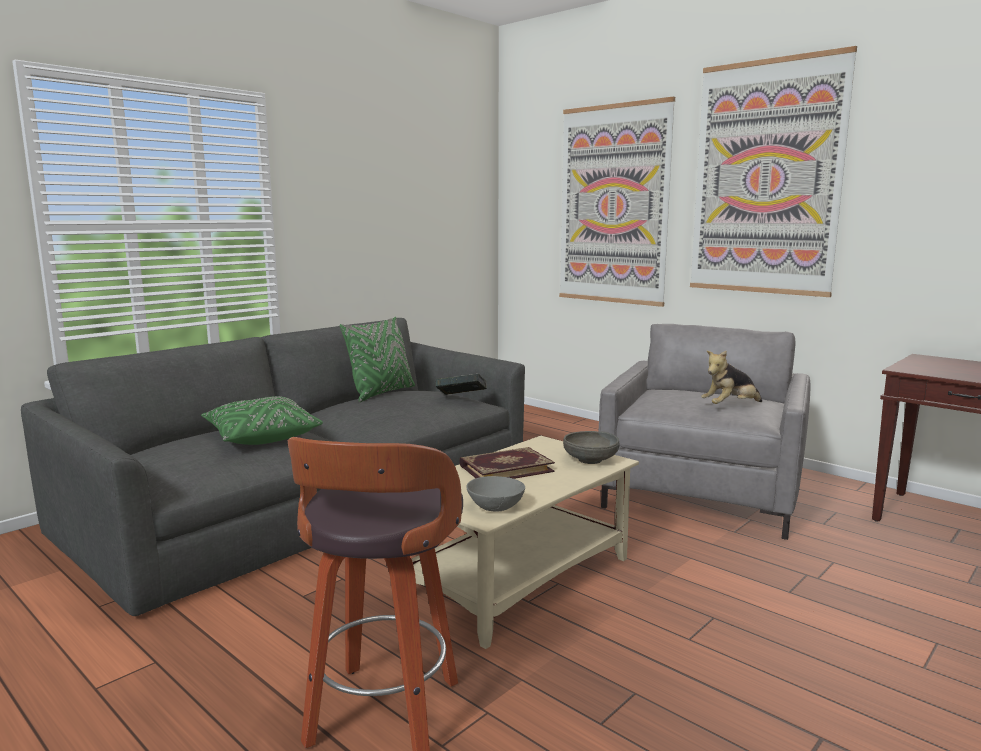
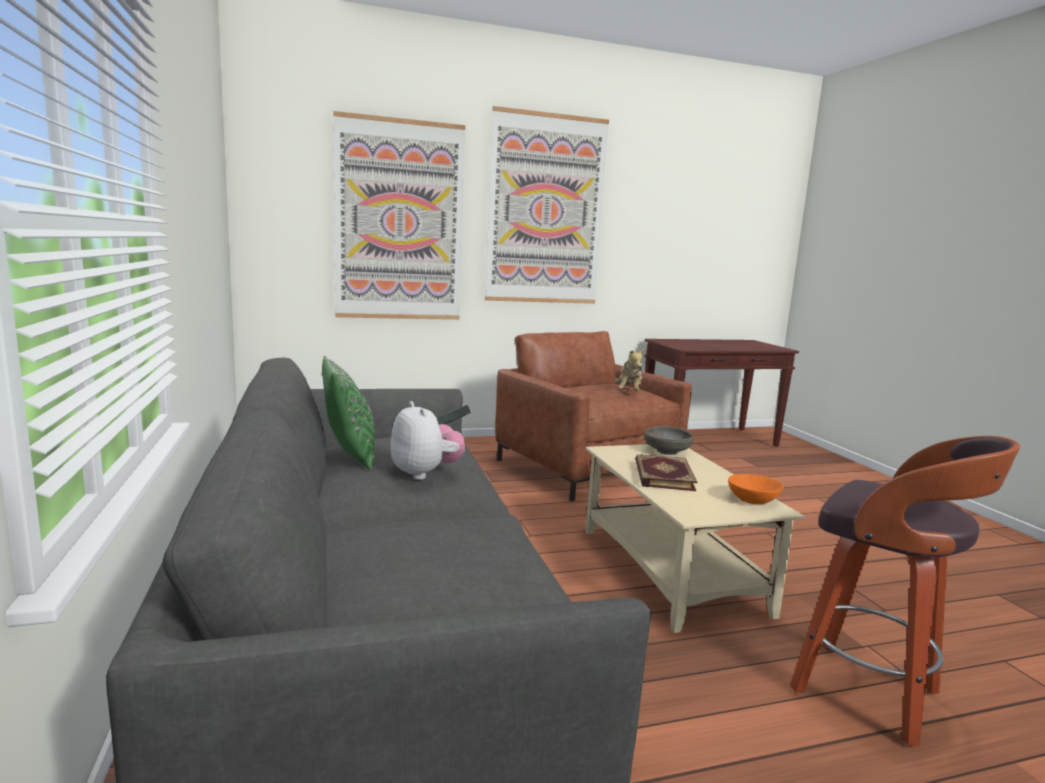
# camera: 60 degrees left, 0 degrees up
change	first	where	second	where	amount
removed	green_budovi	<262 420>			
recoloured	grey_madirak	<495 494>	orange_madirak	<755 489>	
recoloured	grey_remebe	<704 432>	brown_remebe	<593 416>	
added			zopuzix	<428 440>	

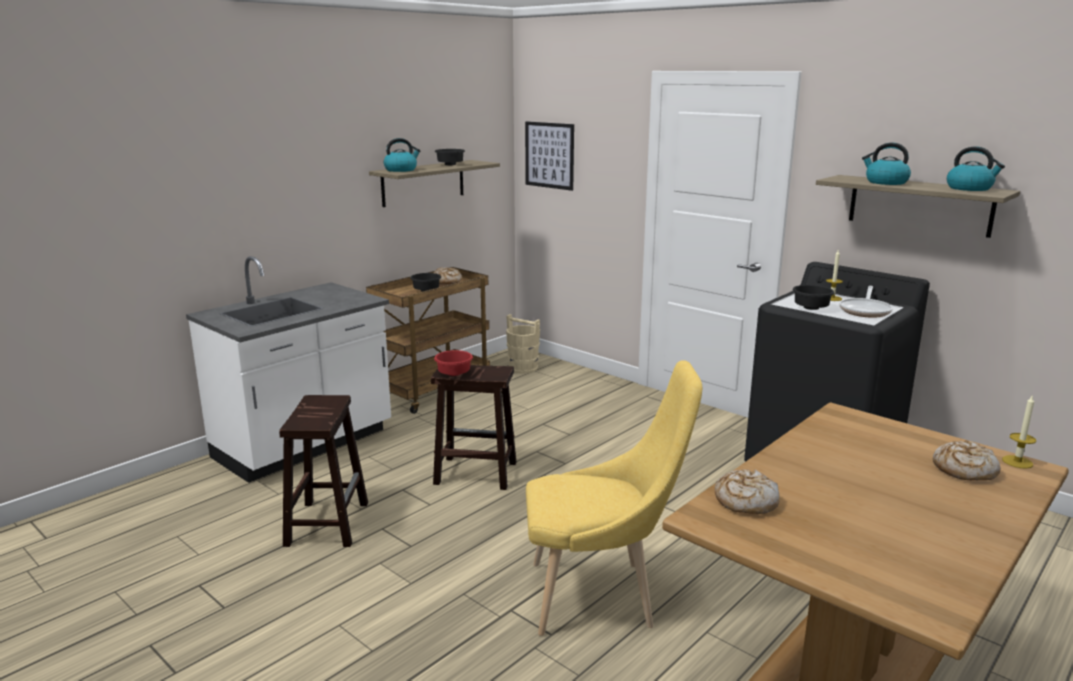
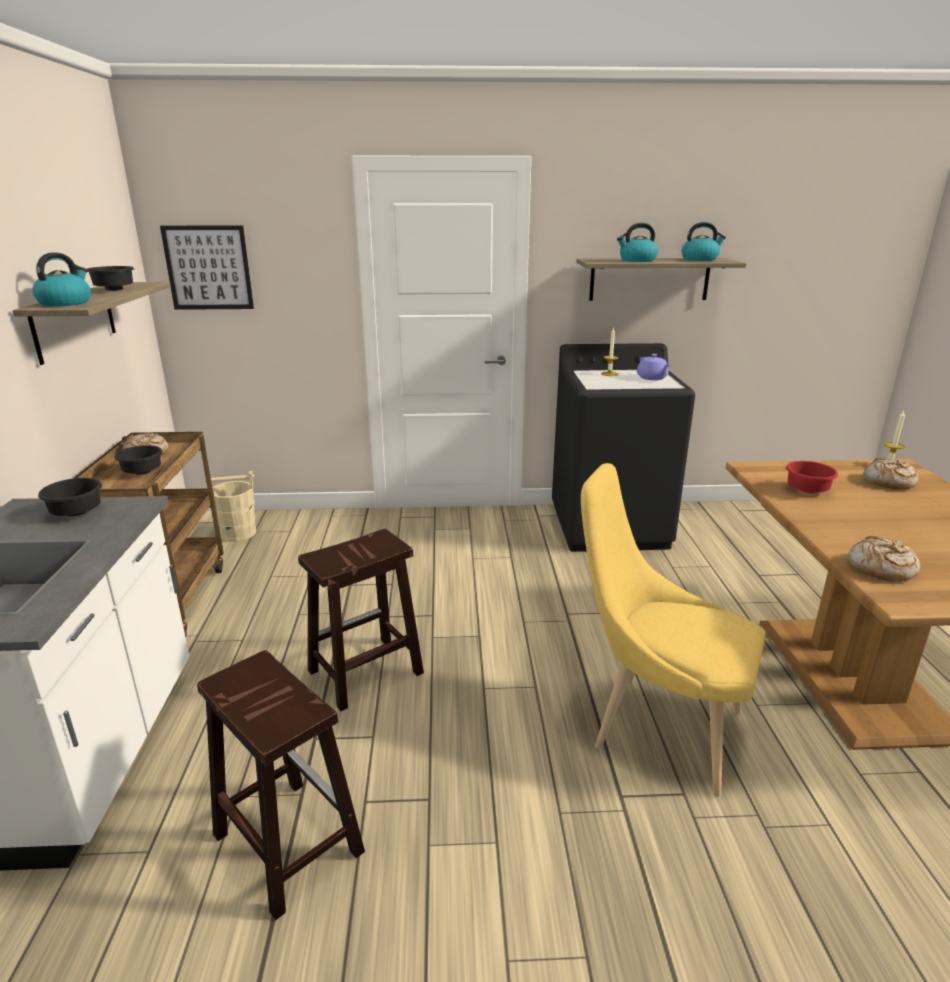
# camera: 45 degrees left, 5 degrees up
change	first	where	second	where	amount
moved	red_madirak	<453 363>		<812 477>	
turned	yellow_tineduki	<614 498>		<673 630>	105 degrees counterclockwise
moved	black_madirak	<813 297>		<70 497>	
replaced	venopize	<866 302>	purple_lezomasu	<653 367>	

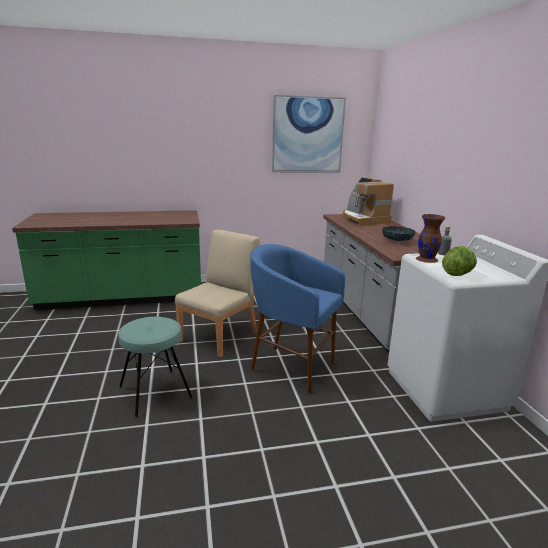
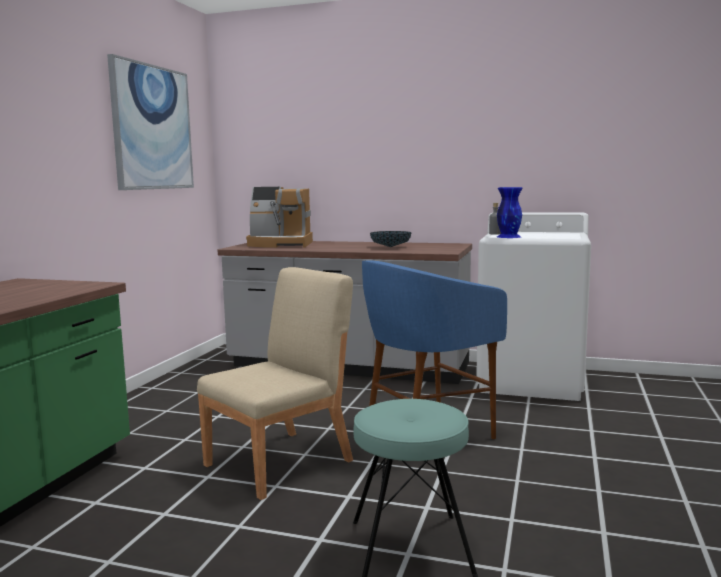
# camera: 60 degrees left, 10 degrees down
change	first	where	second	where	amount
turned	beige_tineduki	<217 293>		<275 383>	75 degrees clockwise
recoloured	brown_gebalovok	<430 238>	blue_gebalovok	<509 212>	
removed	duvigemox	<459 261>			

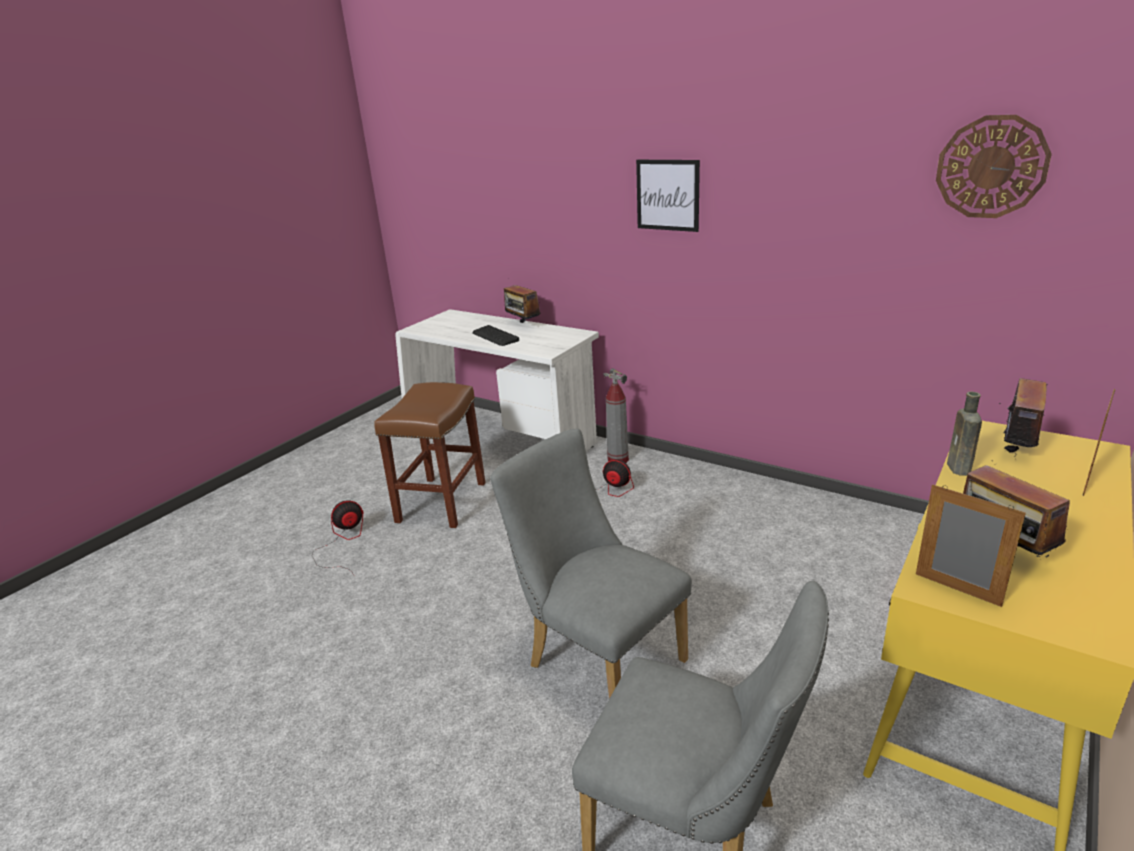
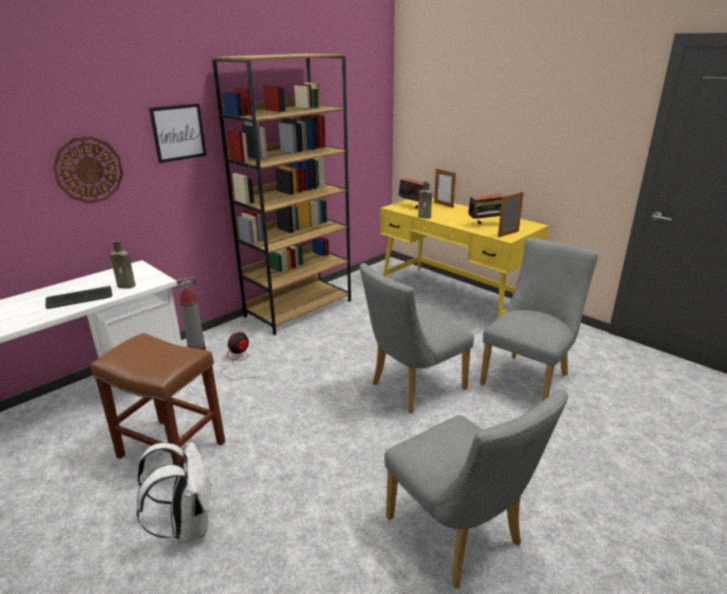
# camera: 80 degrees left, 0 degrees up
change	first	where	second	where	amount
replaced	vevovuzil	<337 537>	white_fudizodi	<174 493>	
removed	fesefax	<522 300>			
moved	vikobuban	<994 166>		<88 170>	
added			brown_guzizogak	<123 263>	
added			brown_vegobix	<281 194>	
added			grey_tineduki	<476 489>	

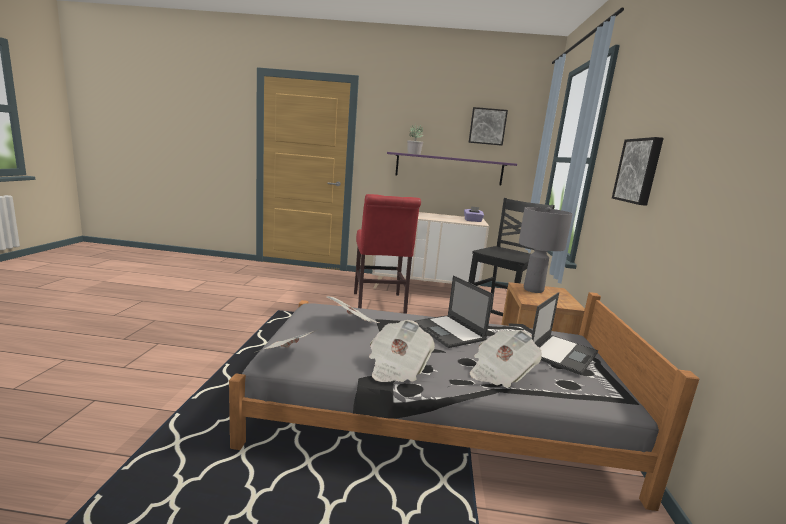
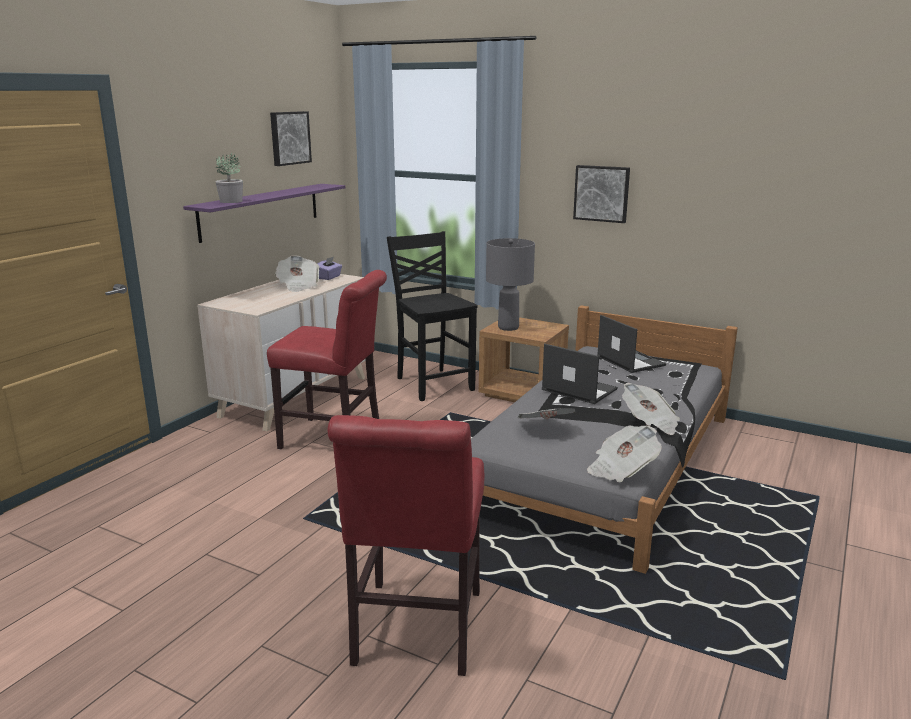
# camera: 65 degrees left, 5 degrees up
change	first	where	second	where	amount
turned	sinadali	<454 311>		<580 373>	135 degrees counterclockwise
moved	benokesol	<506 359>		<297 273>	
added			red_tineduki	<406 545>	

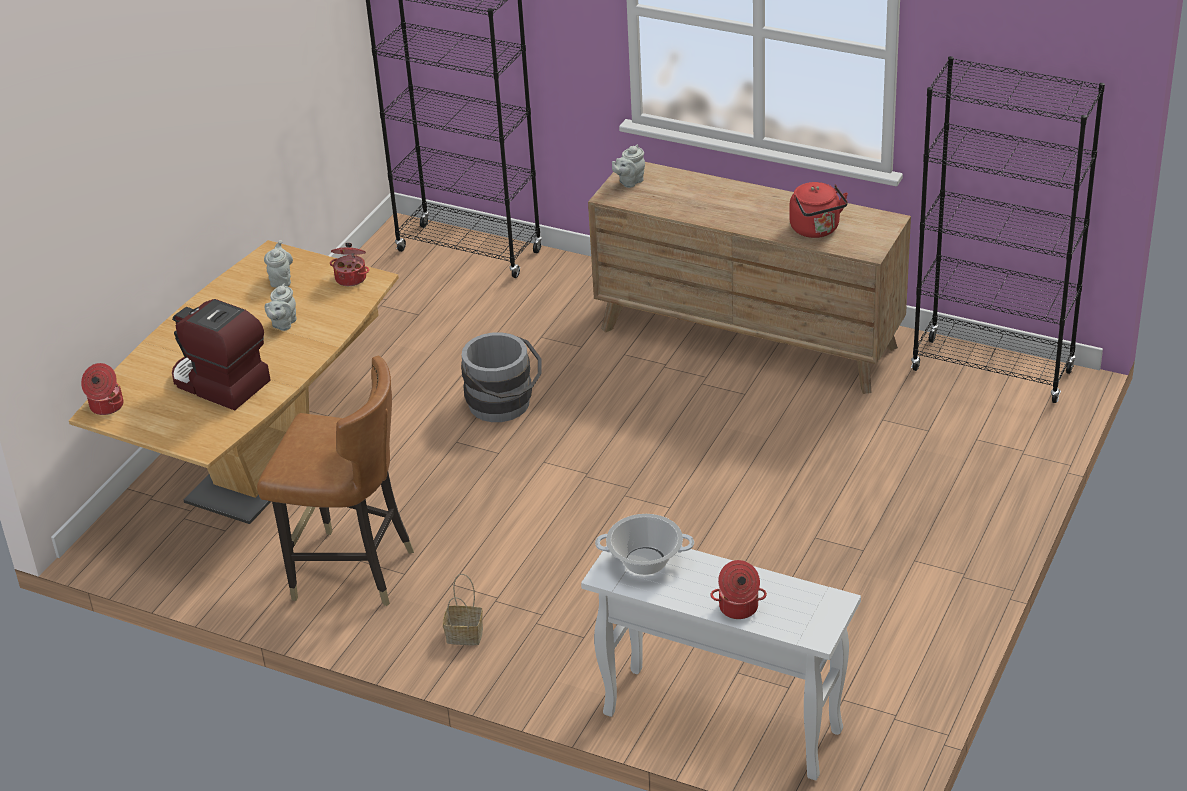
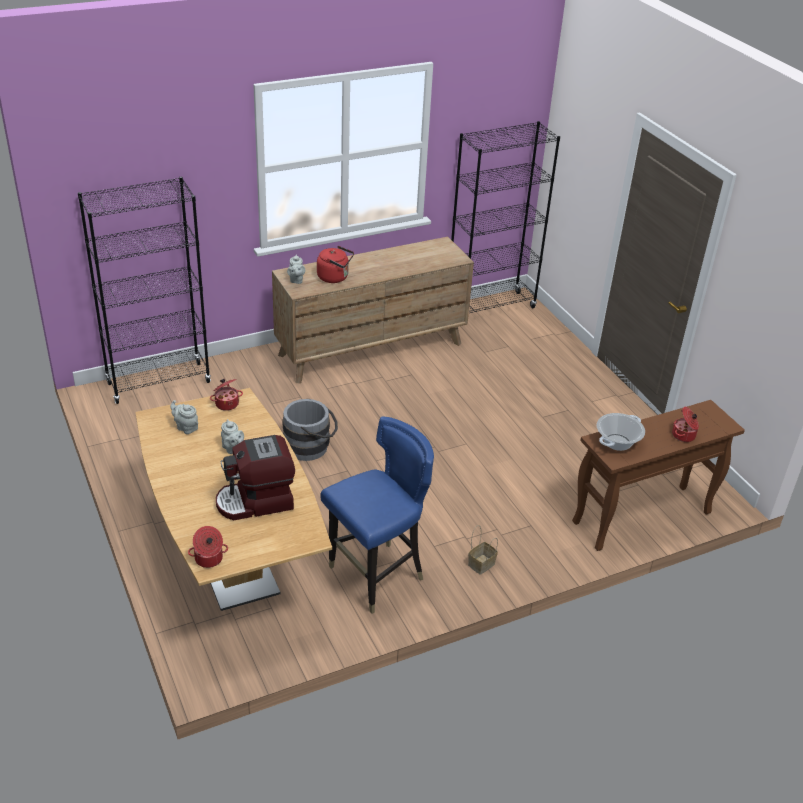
# camera: 55 degrees left, 0 degrees up
change	first	where	second	where	amount
recoloured	brown_tineduki	<335 481>	blue_tineduki	<377 515>	
recoloured	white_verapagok	<721 662>	brown_verapagok	<658 475>	
moved	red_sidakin	<818 210>		<335 264>	

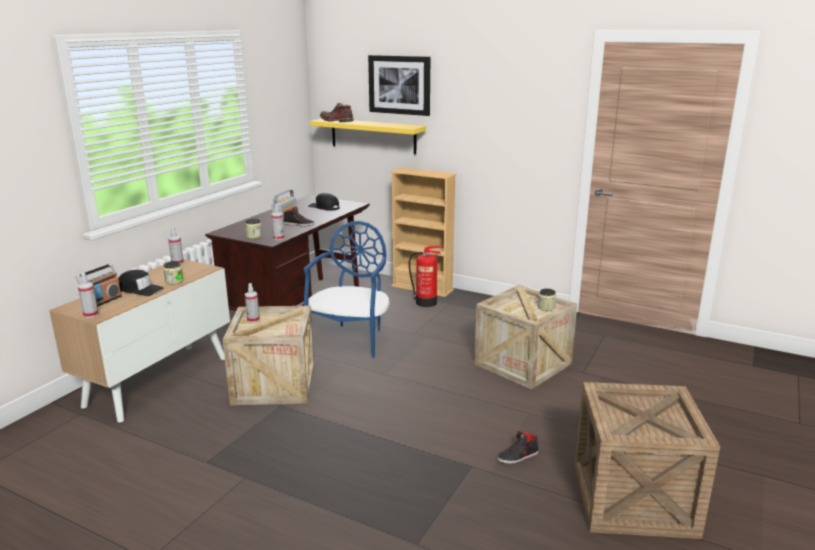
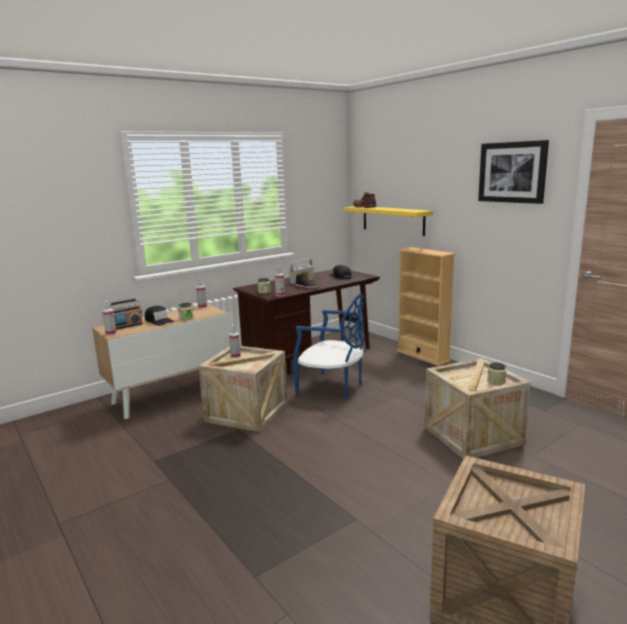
# camera: 25 degrees right, 5 degrees down
change	first	where	second	where	amount
turned	blue_tineduki	<347 289>		<329 347>	75 degrees clockwise
moved	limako	<399 85>		<513 172>	
removed	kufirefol	<425 276>			
removed	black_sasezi	<517 447>			

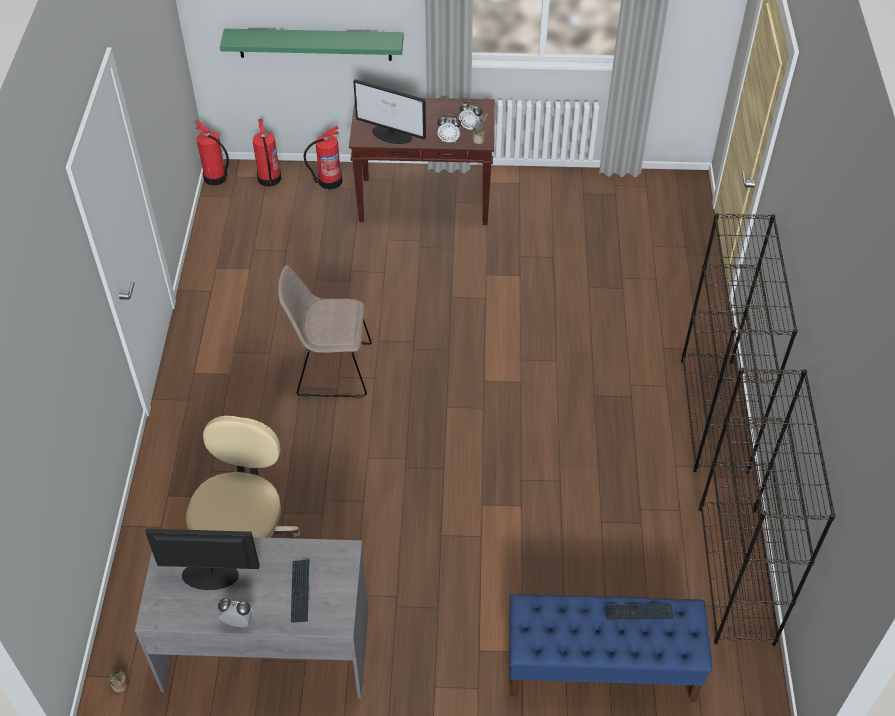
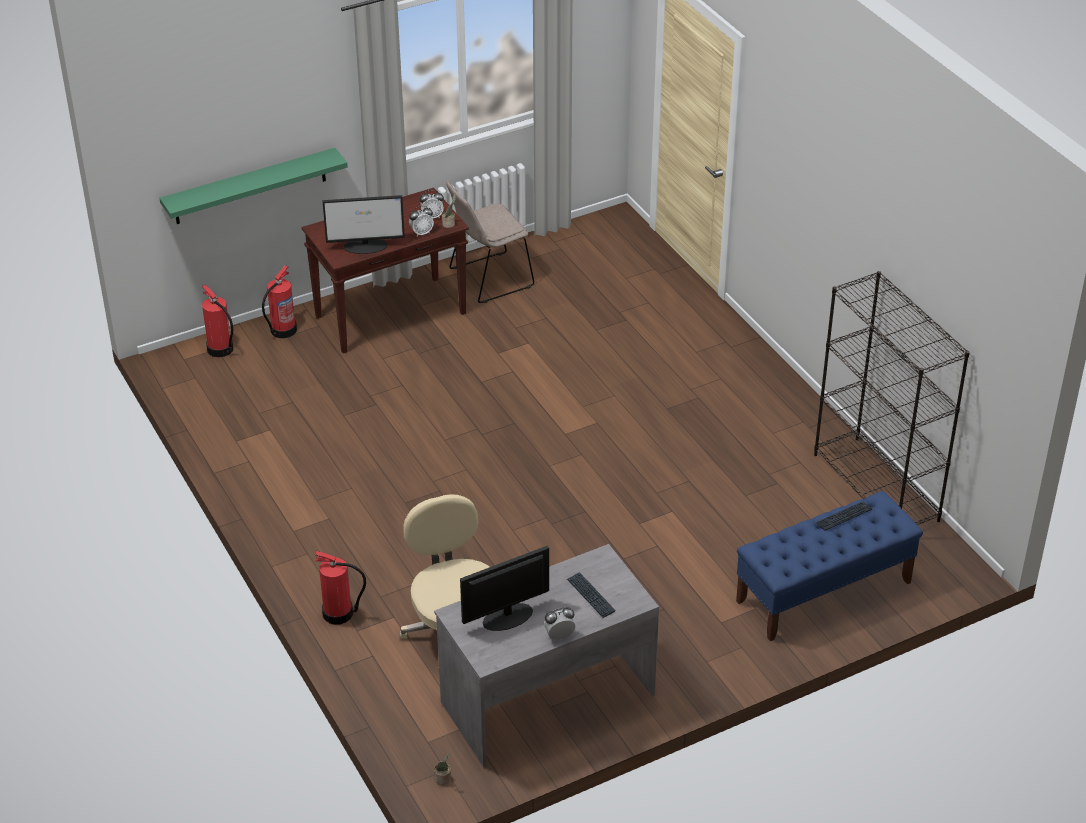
# camera: 30 degrees left, 10 degrees down
change	first	where	second	where	amount
moved	kufirefol	<212 153>		<340 588>	
moved	beige_tineduki	<325 331>		<490 242>	
removed	black_vegobix	<739 343>			

